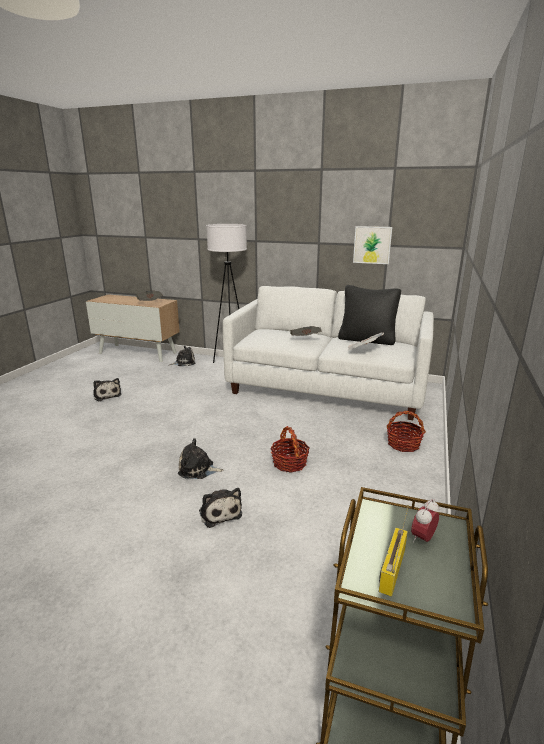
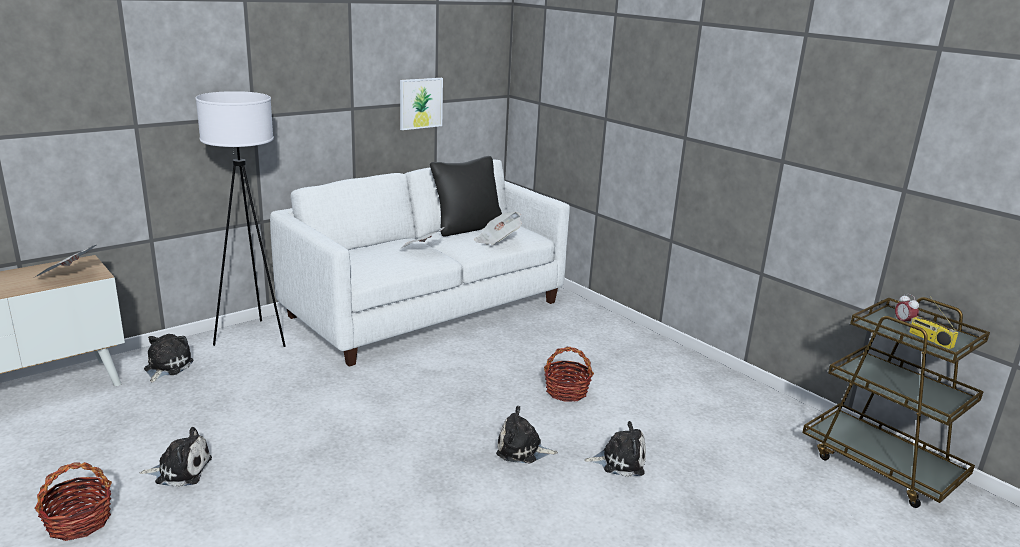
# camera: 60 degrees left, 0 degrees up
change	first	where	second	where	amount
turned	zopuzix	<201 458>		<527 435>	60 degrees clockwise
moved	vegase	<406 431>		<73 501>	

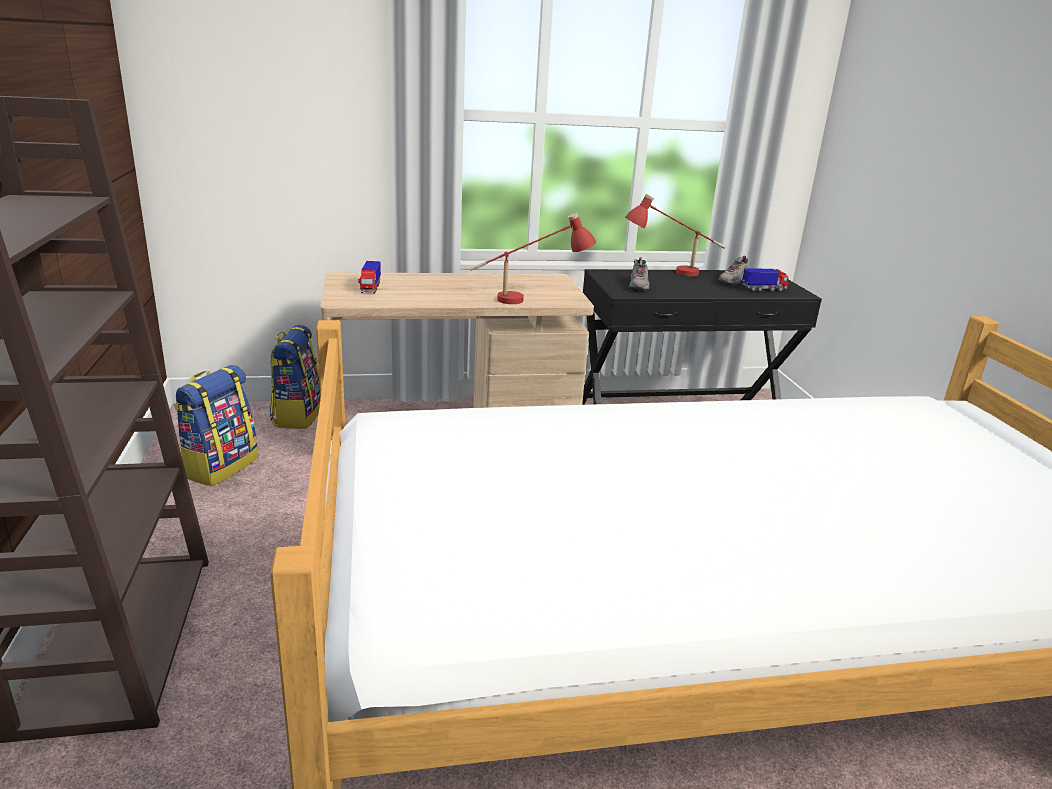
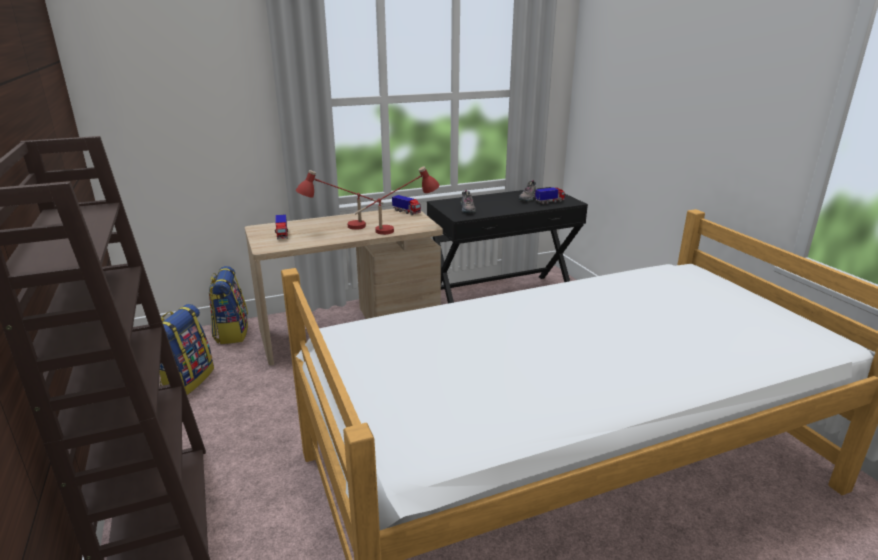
# camera: 10 degrees left, 0 degrees up
change	first	where	second	where	amount
moved	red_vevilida	<675 235>		<340 200>	
added			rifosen	<406 205>	

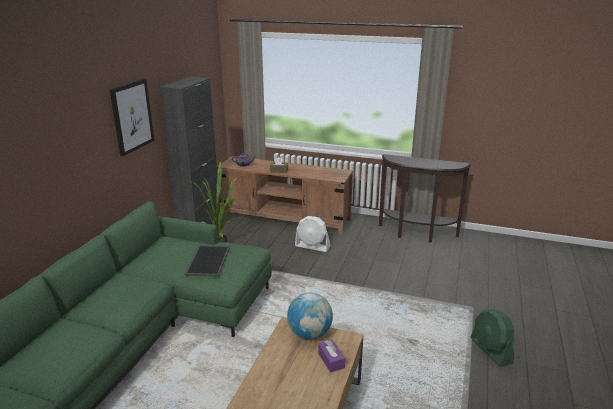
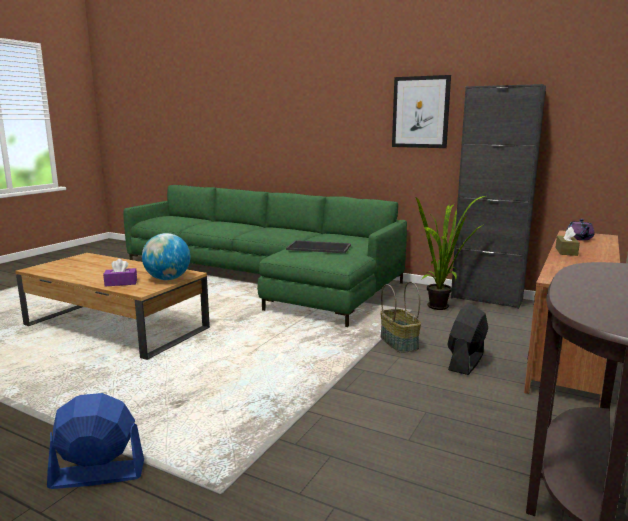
# camera: 100 degrees right, 10 degrees down
change	first	where	second	where	amount
recoloured	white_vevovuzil	<312 234>	black_vevovuzil	<467 339>	
recoloured	green_vevovuzil	<492 338>	blue_vevovuzil	<95 441>	
added			vegase	<400 317>	

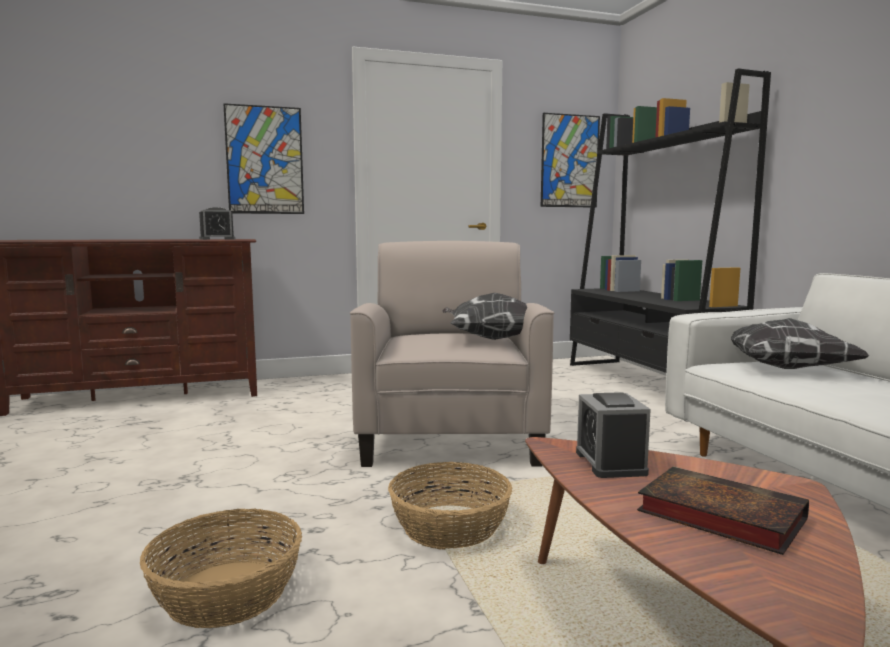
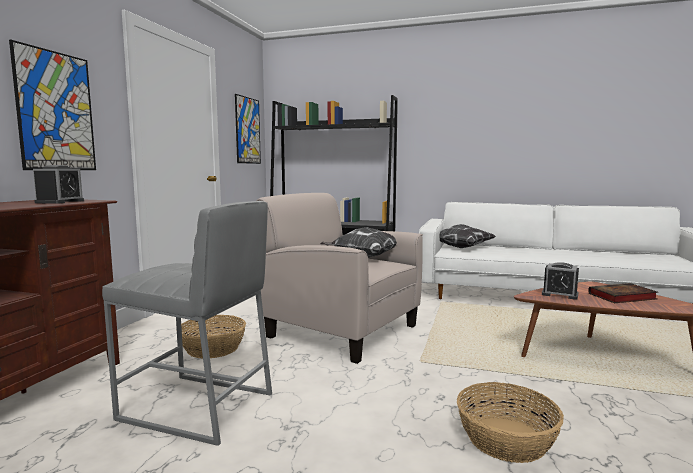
# camera: 55 degrees left, 0 degrees up
change	first	where	second	where	amount
moved	vegase	<450 506>		<211 336>	
added			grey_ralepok	<187 323>	

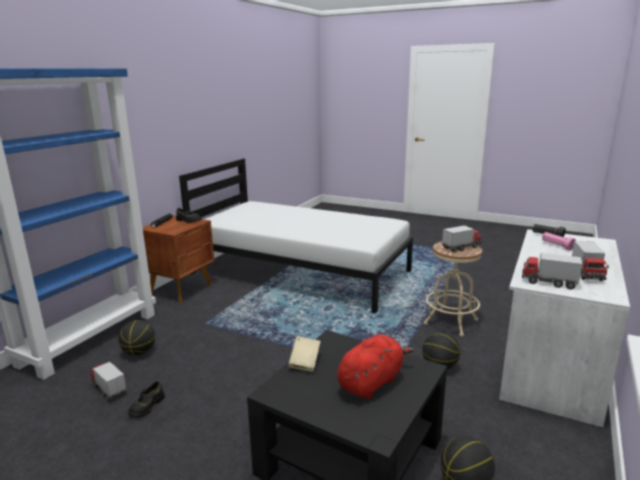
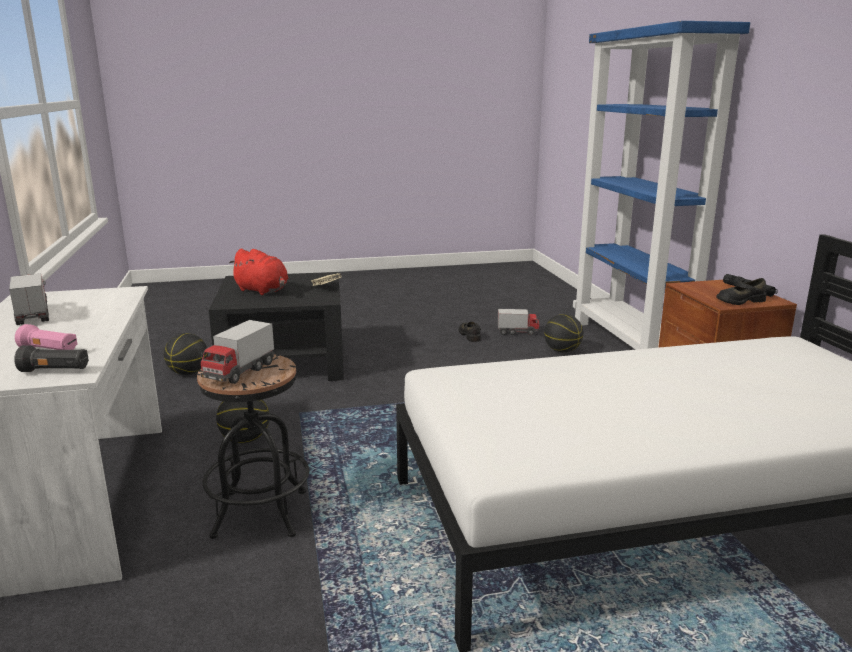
# camera: 140 degrees right, 0 degrees up
change	first	where	second	where	amount
turned	red_zopuzix	<375 366>		<258 272>	60 degrees counterclockwise
recoloured	beige_ralepok	<452 288>	black_ralepok	<253 446>	
removed	rifosen	<552 271>			

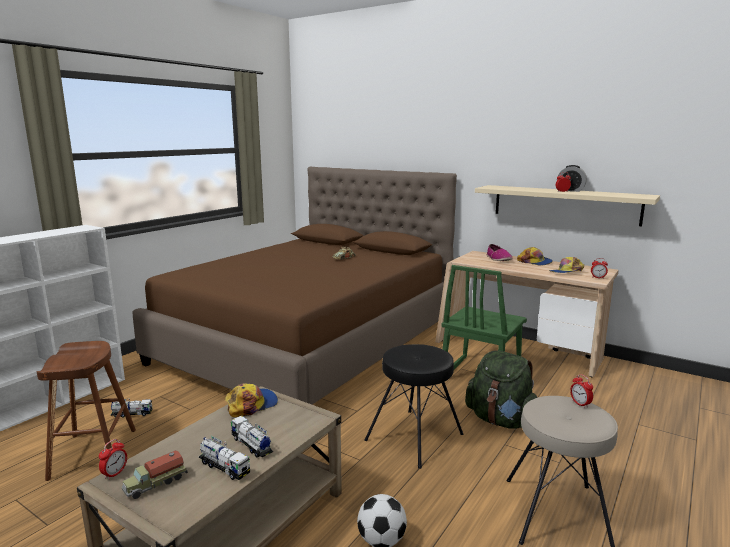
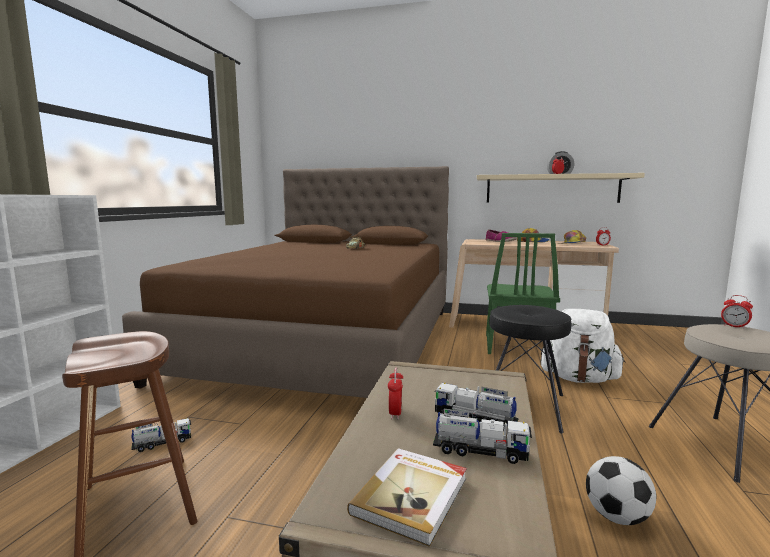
# camera: 20 degrees left, 5 degrees down
change	first	where	second	where	amount
moved	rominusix	<113 459>		<395 393>	
replaced	rifosen	<155 474>	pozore	<407 497>	
removed	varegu	<251 400>			
recoloured	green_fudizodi	<501 389>	white_fudizodi	<583 346>	

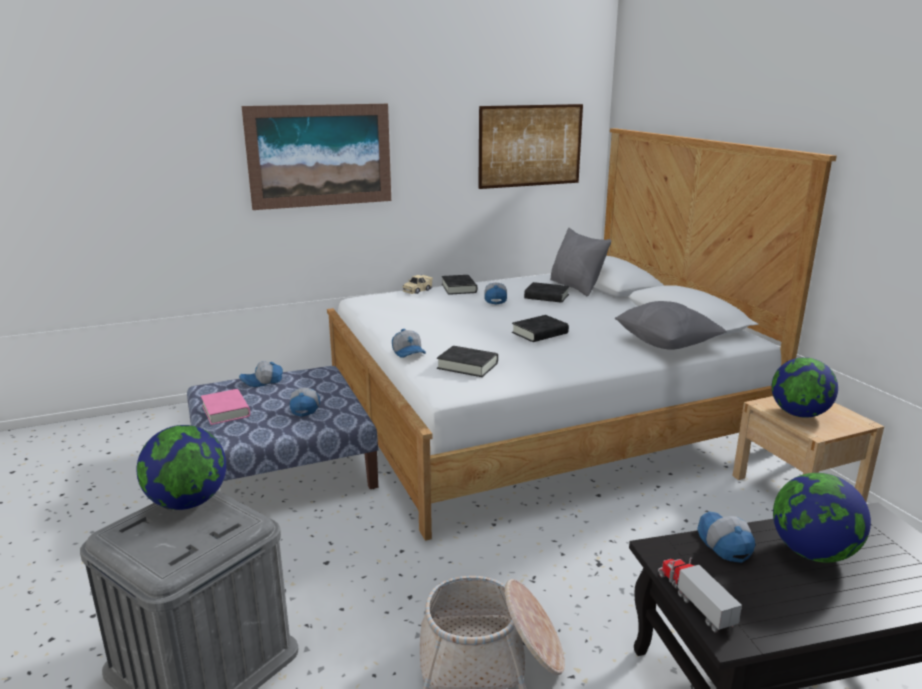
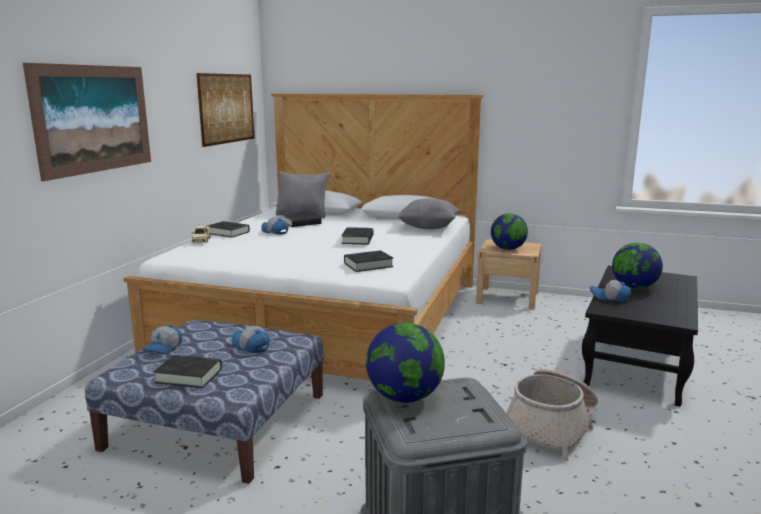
# camera: 50 degrees left, 5 degrees down
change	first	where	second	where	amount
recoloured	pink_pozore	<225 407>	black_pozore	<187 371>	
removed	varegu	<409 343>			
removed	rifosen	<700 595>			

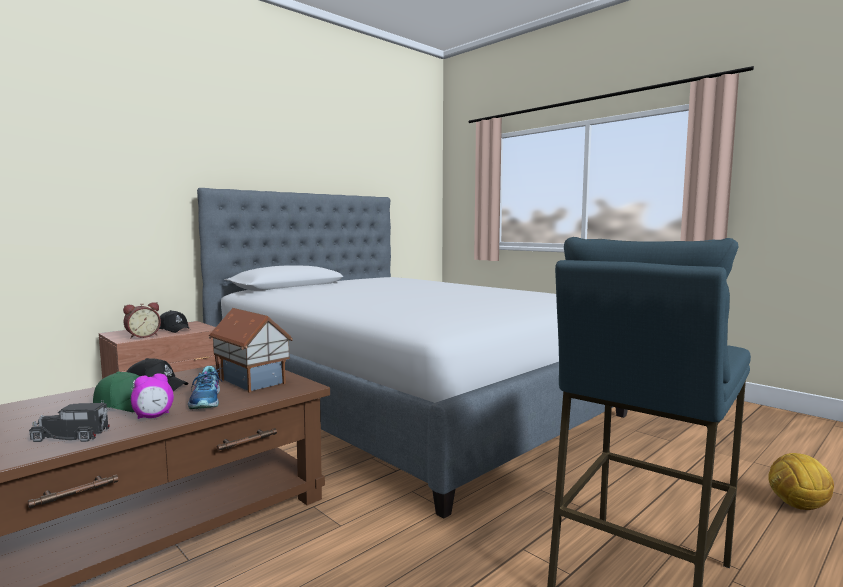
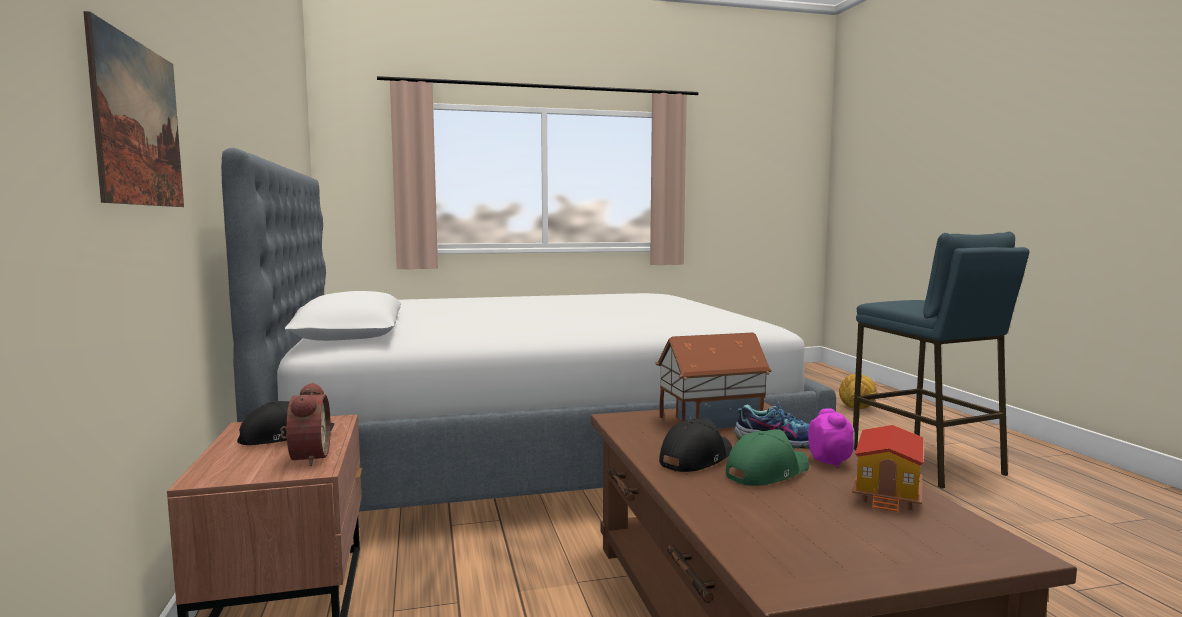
# camera: 60 degrees left, 0 degrees up
change	first	where	second	where	amount
replaced	rifosen	<69 422>	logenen	<887 469>	
added			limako	<133 109>	

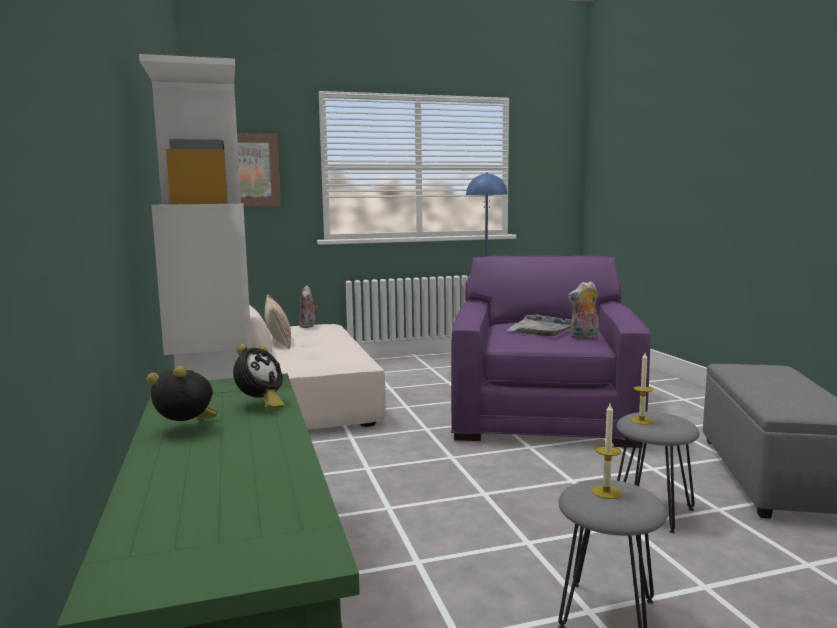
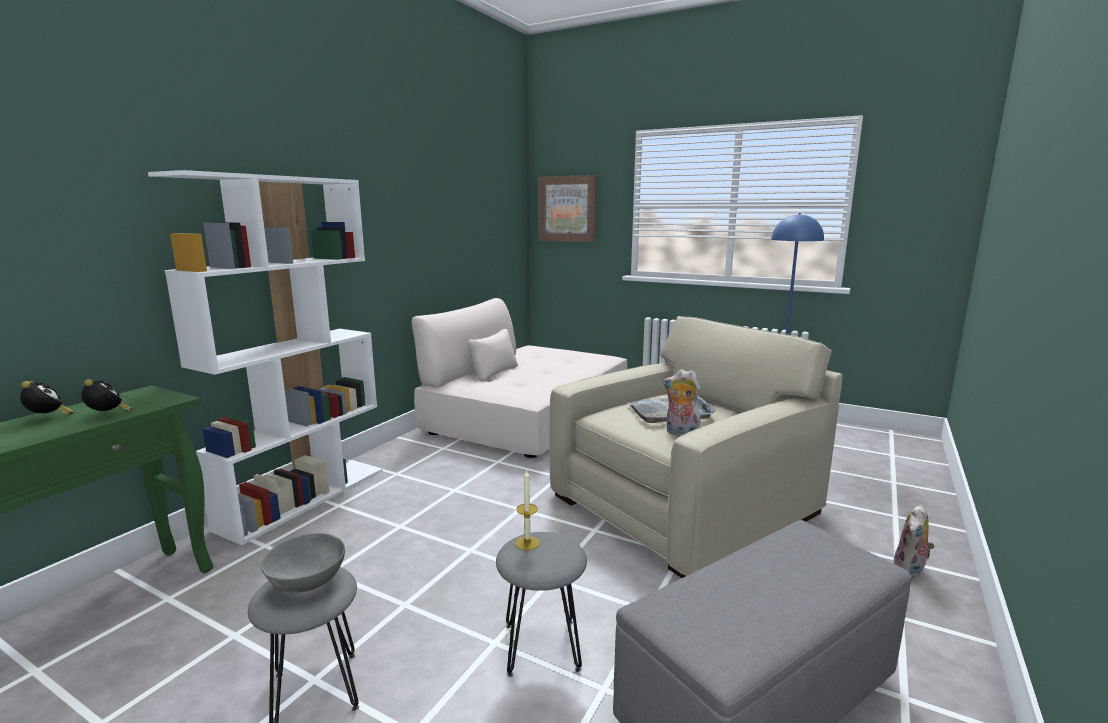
# camera: 45 degrees right, 5 degrees up
change	first	where	second	where	amount
turned	rominusix	<258 377>		<107 395>	120 degrees counterclockwise
removed	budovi	<277 322>			
moved	zopuzix	<308 306>		<914 541>	
recoloured	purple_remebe	<550 352>	beige_remebe	<696 447>	
replaced	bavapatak	<607 451>	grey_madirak	<303 563>	

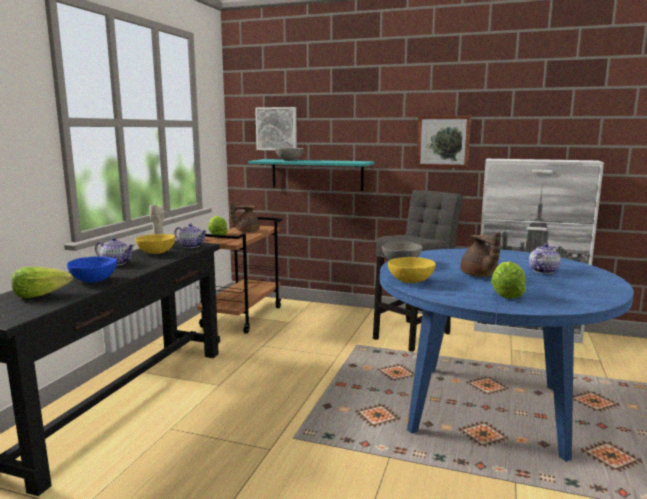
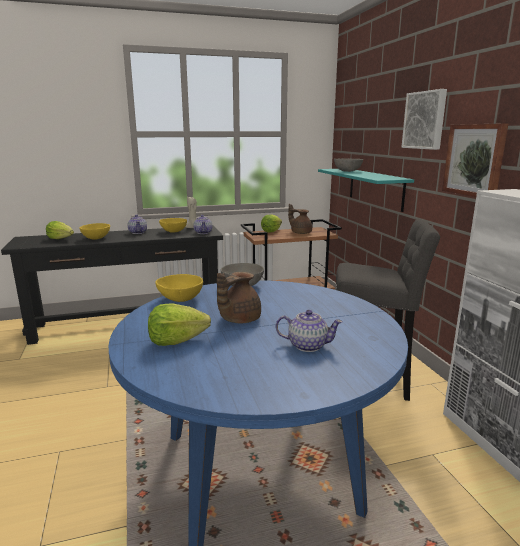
# camera: 55 degrees right, 5 degrees up
change	first	where	second	where	amount
recoloured	blue_madirak	<92 269>	yellow_madirak	<94 231>	
moved	limako	<276 128>		<424 119>	

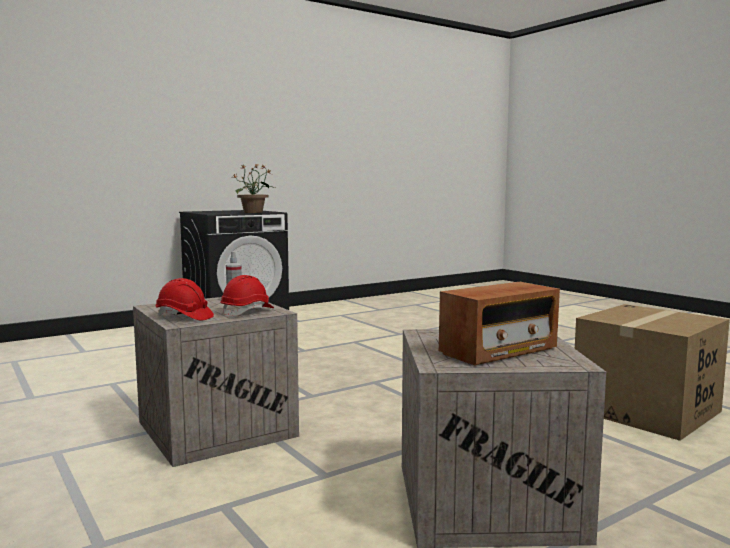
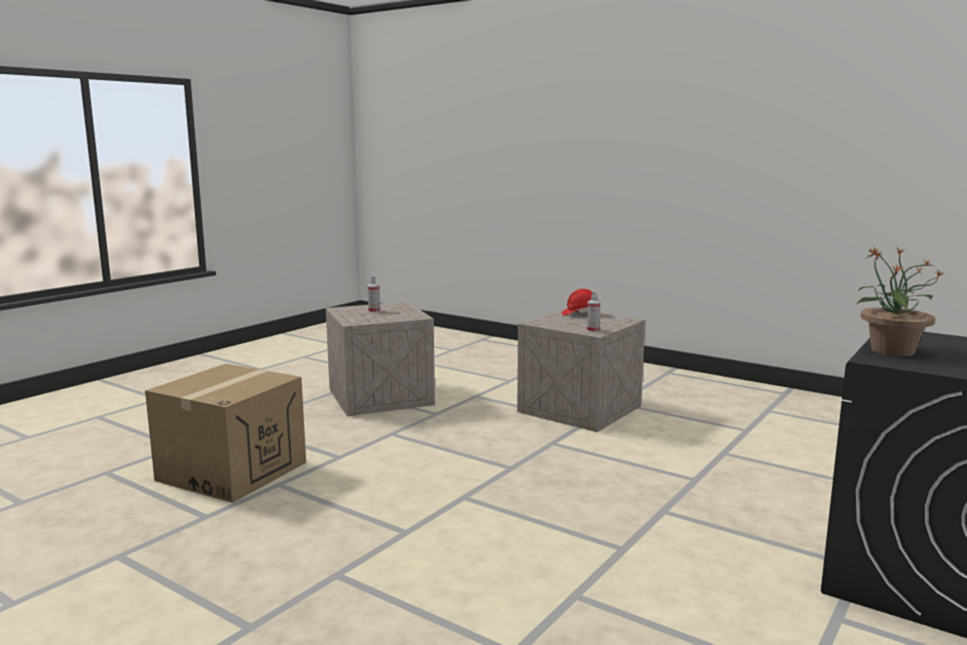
# camera: 160 degrees right, 5 degrees up
change	first	where	second	where	amount
removed	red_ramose	<247 296>			
replaced	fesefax	<499 323>	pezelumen	<374 294>	

